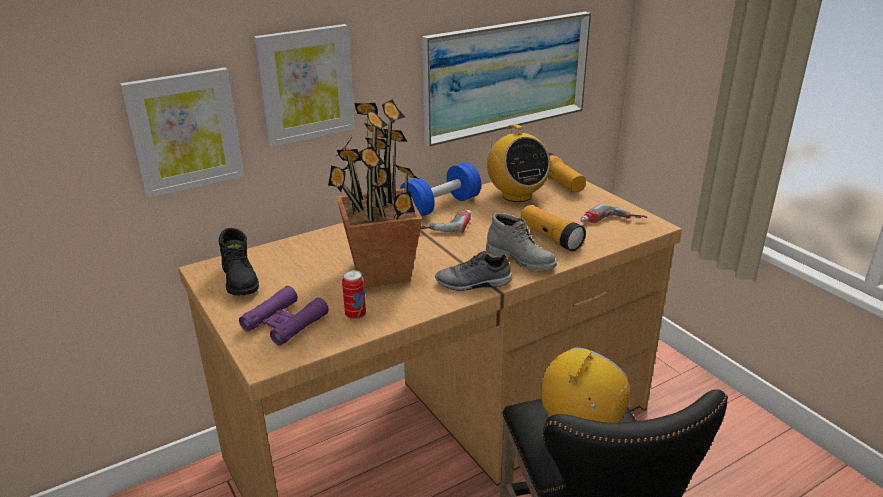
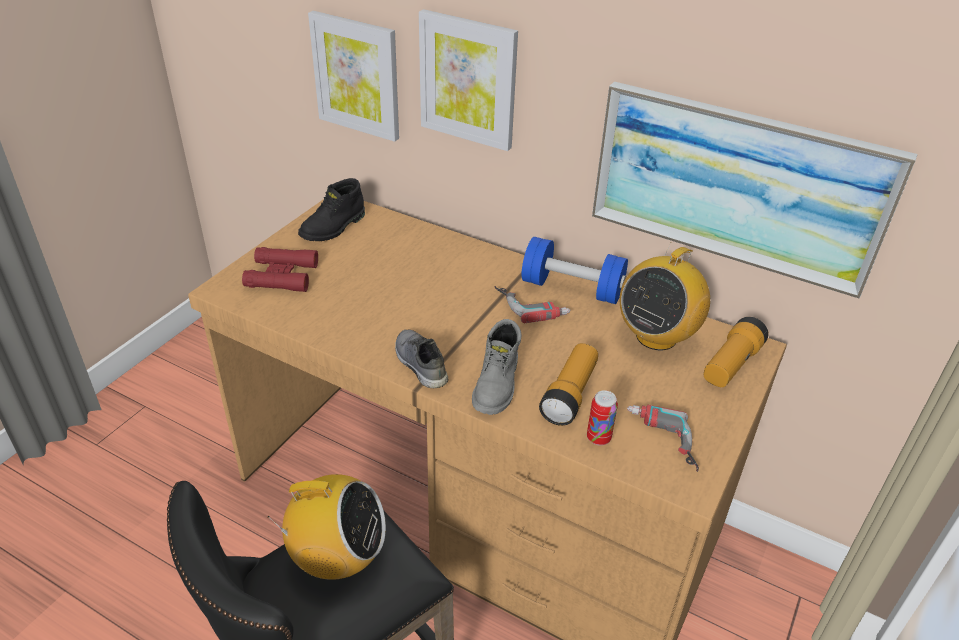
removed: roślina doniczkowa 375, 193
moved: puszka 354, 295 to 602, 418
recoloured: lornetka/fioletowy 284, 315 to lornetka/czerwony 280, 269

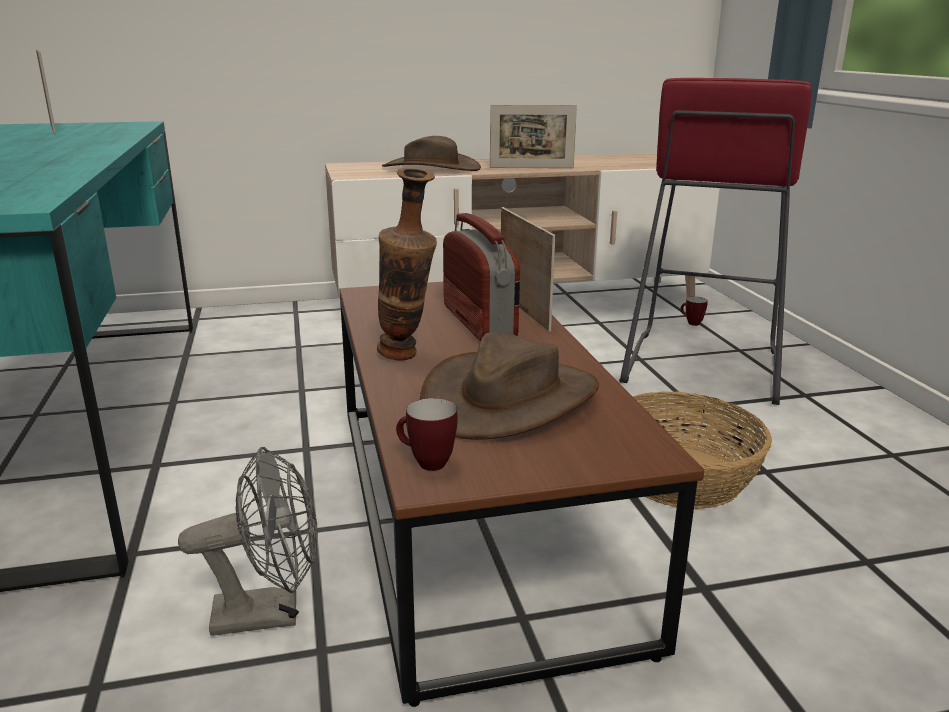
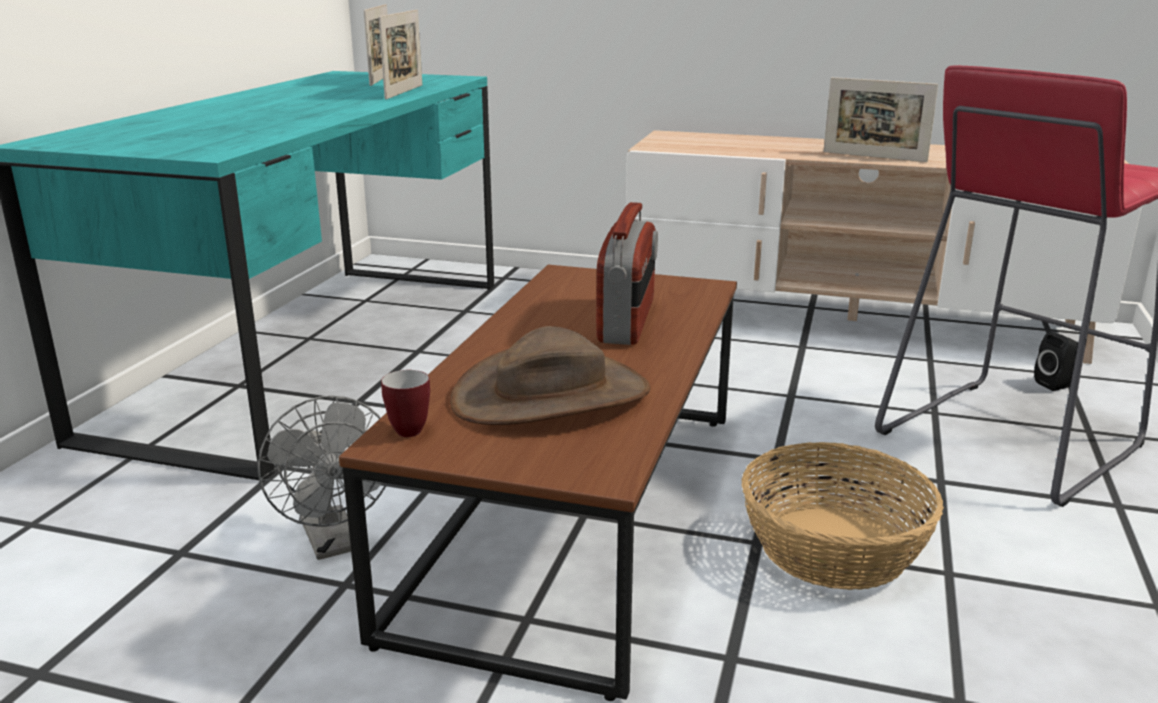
removed: wazon 407, 264; kapelusz/brązowy 431, 153
moved: ramka na zdjęcie 528, 269 to 400, 55
replaced: kubek 694, 311 to głośnik/czarny 1056, 361
turned: wentylator/szary 248, 541 = 322, 478 45 degrees clockwise

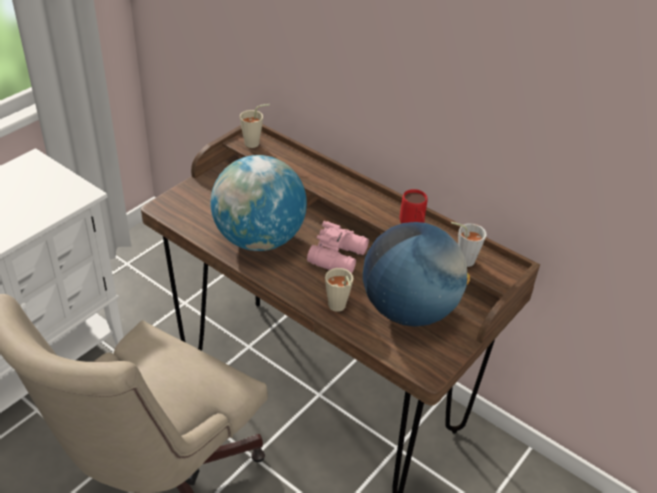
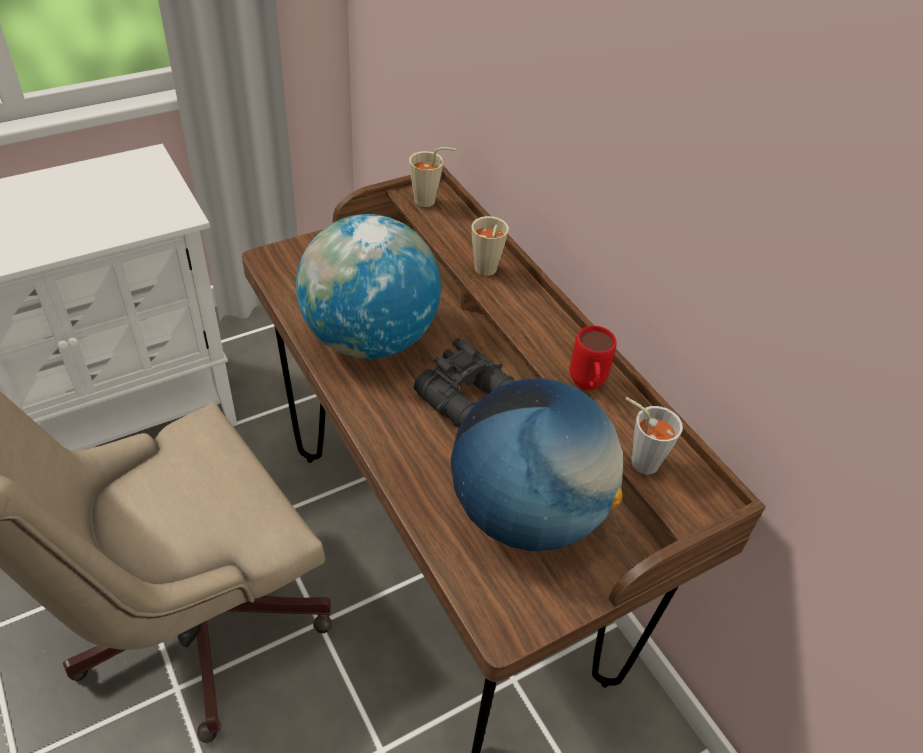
moved: filiżanka/beżowy 339, 290 to 490, 246
recoloured: lornetka/różowy 338, 247 to lornetka/czarny 464, 383

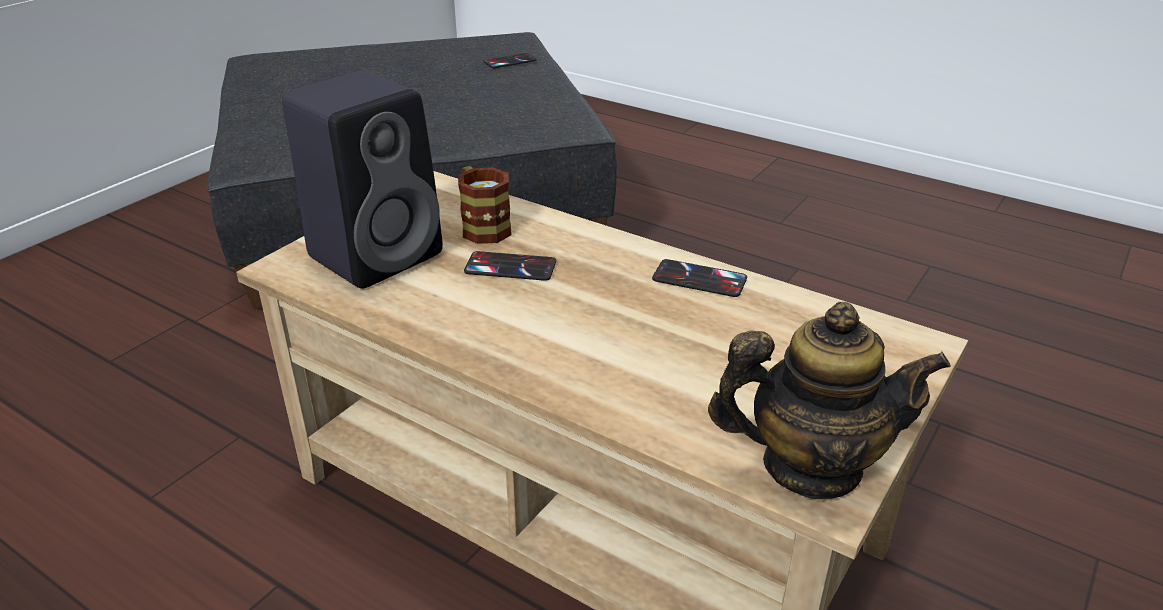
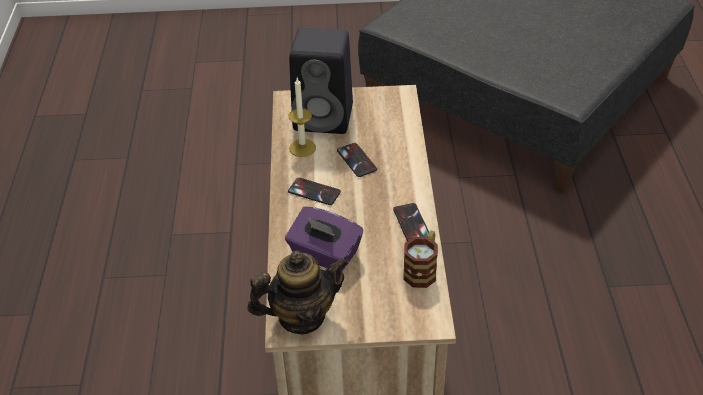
added: pudełko chusteczek/fioletowy 324, 239; świeca 302, 117
moved: telefon 510, 60 to 314, 191; kubek 485, 205 to 421, 259
turned: imbryk 829, 400 = 298, 292 75 degrees counterclockwise

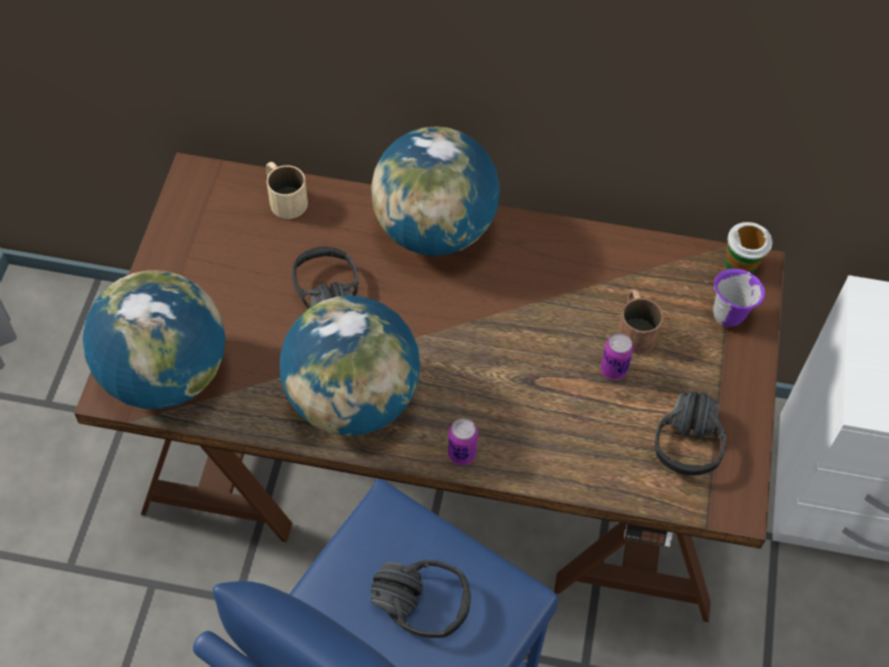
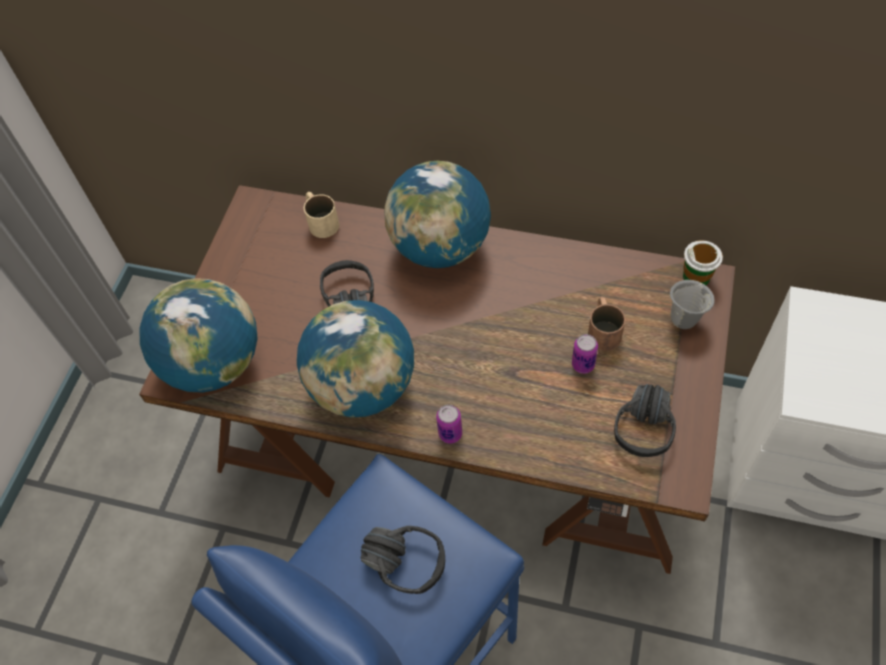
recoloured: kubek/fioletowy 739, 297 to kubek/szary 692, 304

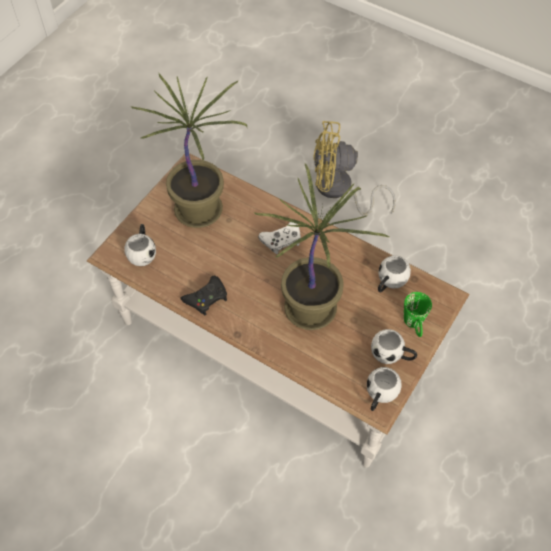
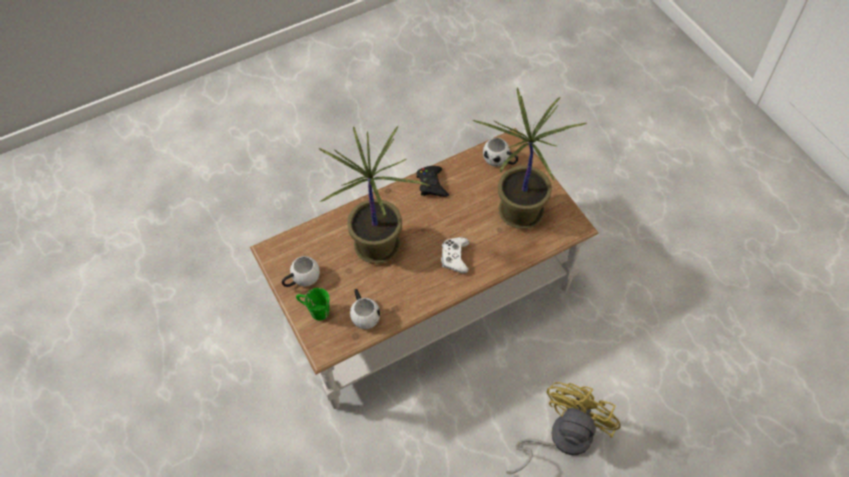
removed: kubek/biały 384, 389

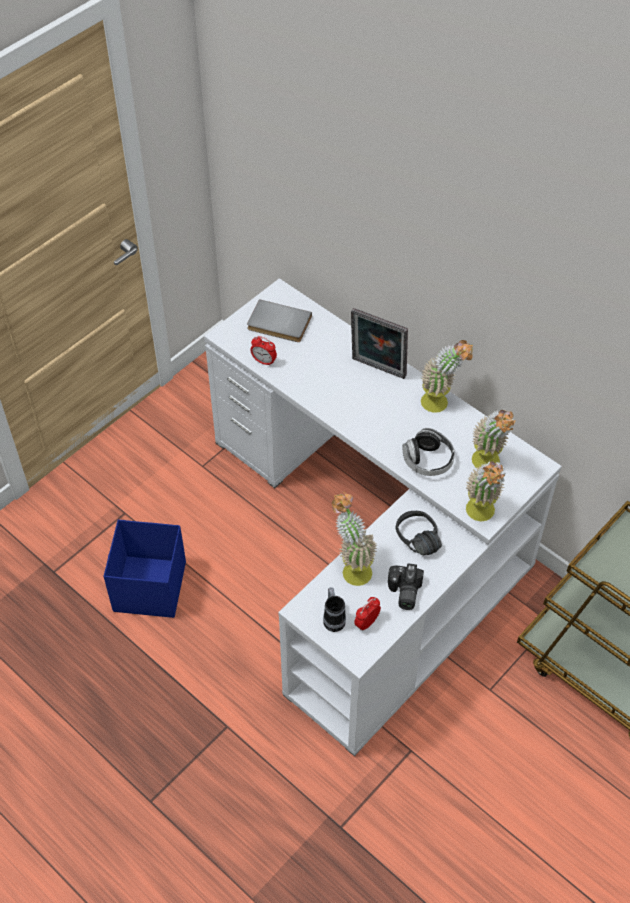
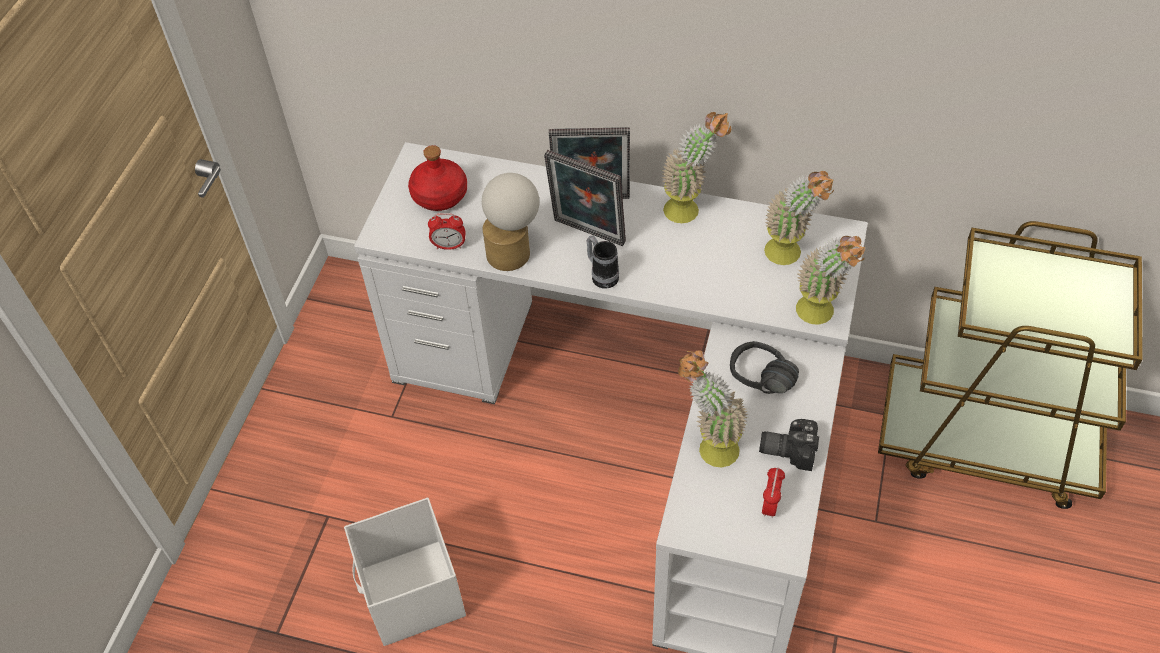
removed: słuchawki 428, 452
added: lampa stołowa 510, 222; ramka na zdjęcie 585, 198
moved: kubek 334, 609 to 602, 262
replaced: książka/szary 279, 320 to butelka/czerwony 437, 178
recoloured: pojemnik do przechowywania/niebieski 145, 568 to pojemnik do przechowywania/biały 405, 571
turned: aparat fotograficzny 406, 586 = 789, 445 120 degrees clockwise

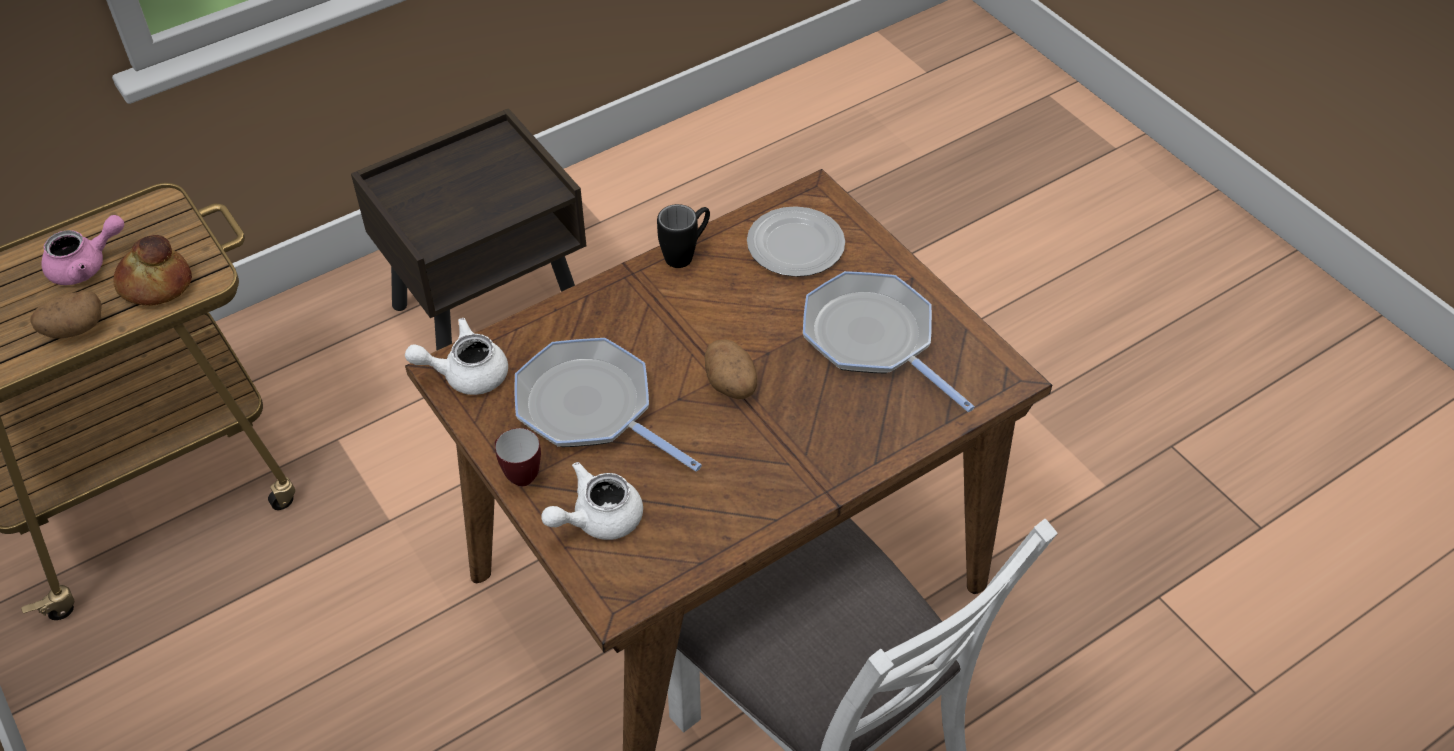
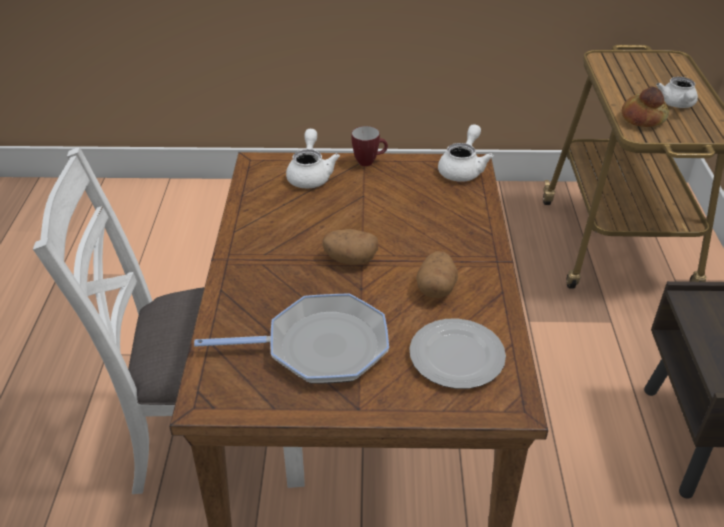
removed: patelnia 608, 405; kubek/czarny 683, 236
moved: ziemniak 66, 315 to 437, 274
recoloured: imbryk/różowy 82, 250 to imbryk/biały 677, 92

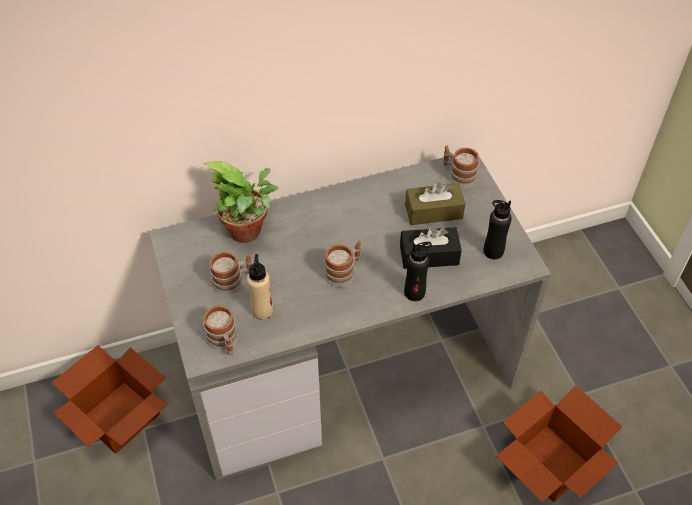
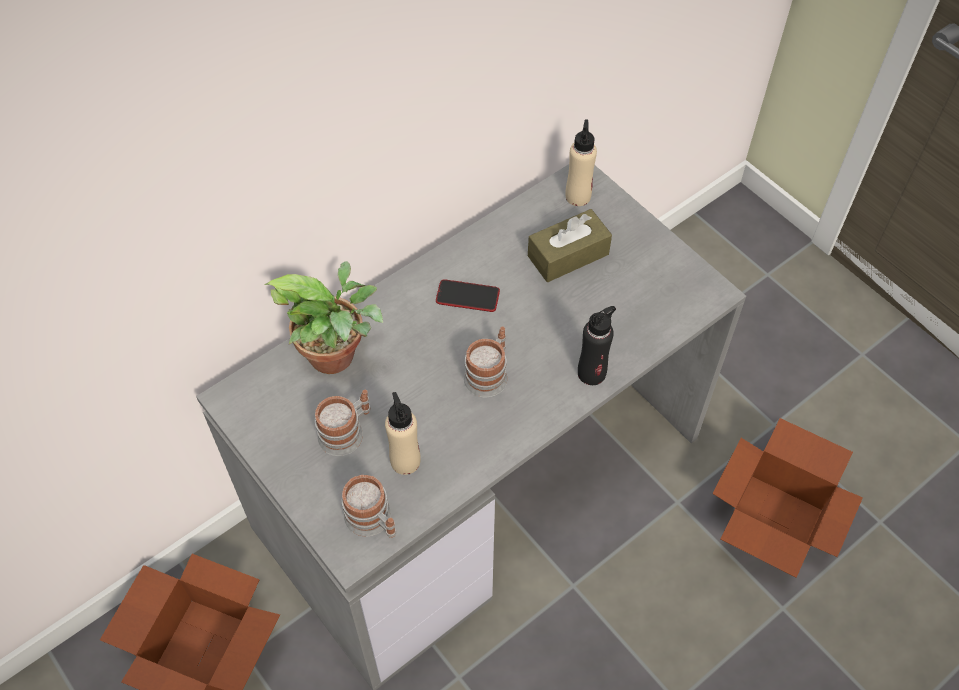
removed: pudełko chusteczek/czarny 431, 247; butelka/czarny 497, 229
added: telefon 468, 295
replaced: kubek 461, 166 to butelka/beżowy 581, 162

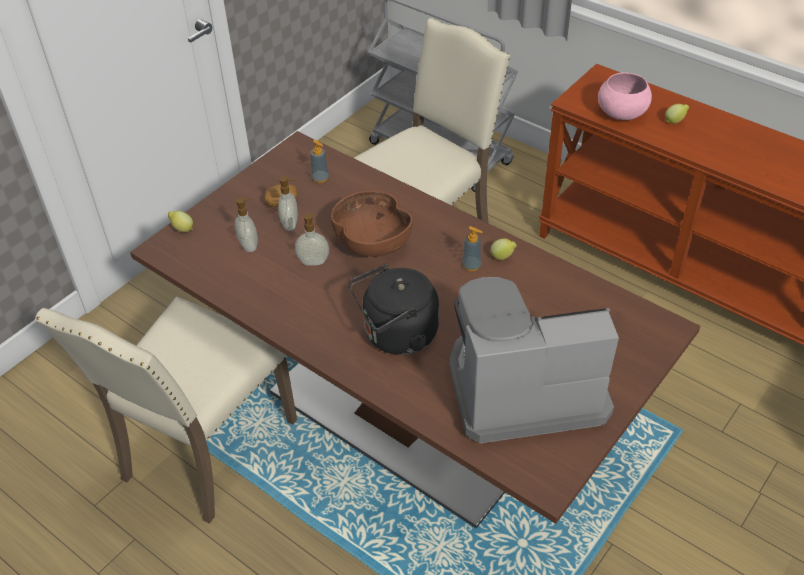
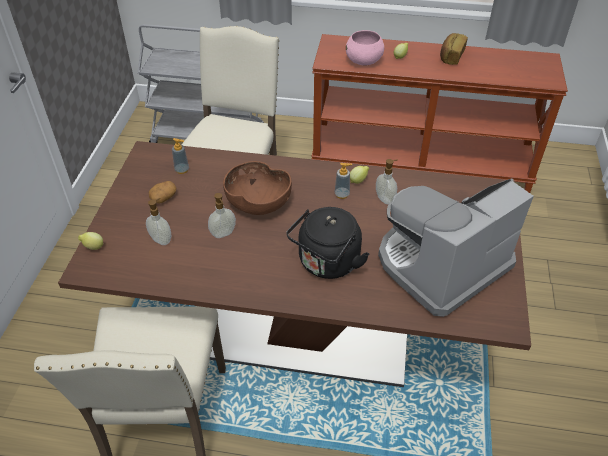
added: chleb 454, 49
moved: dozownik mydła 288, 203 to 386, 182

